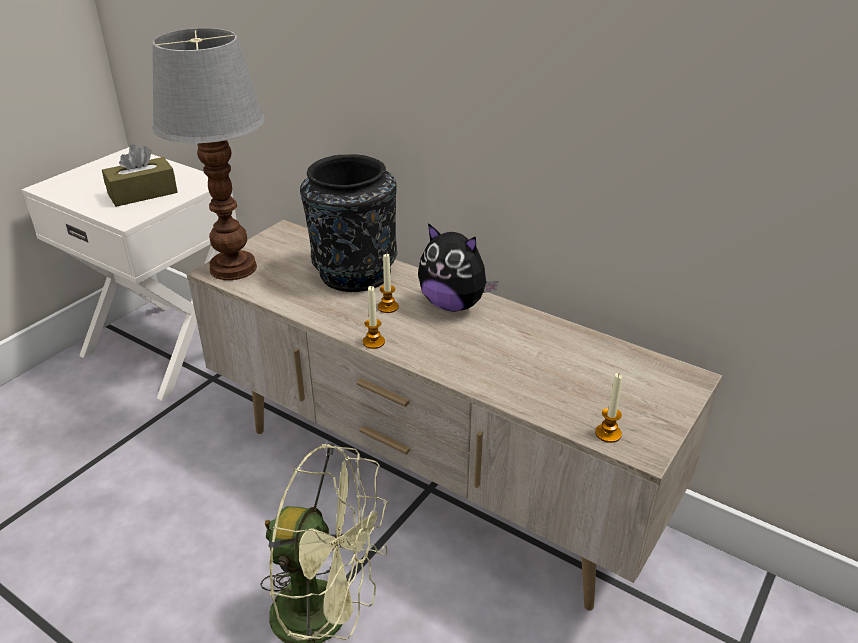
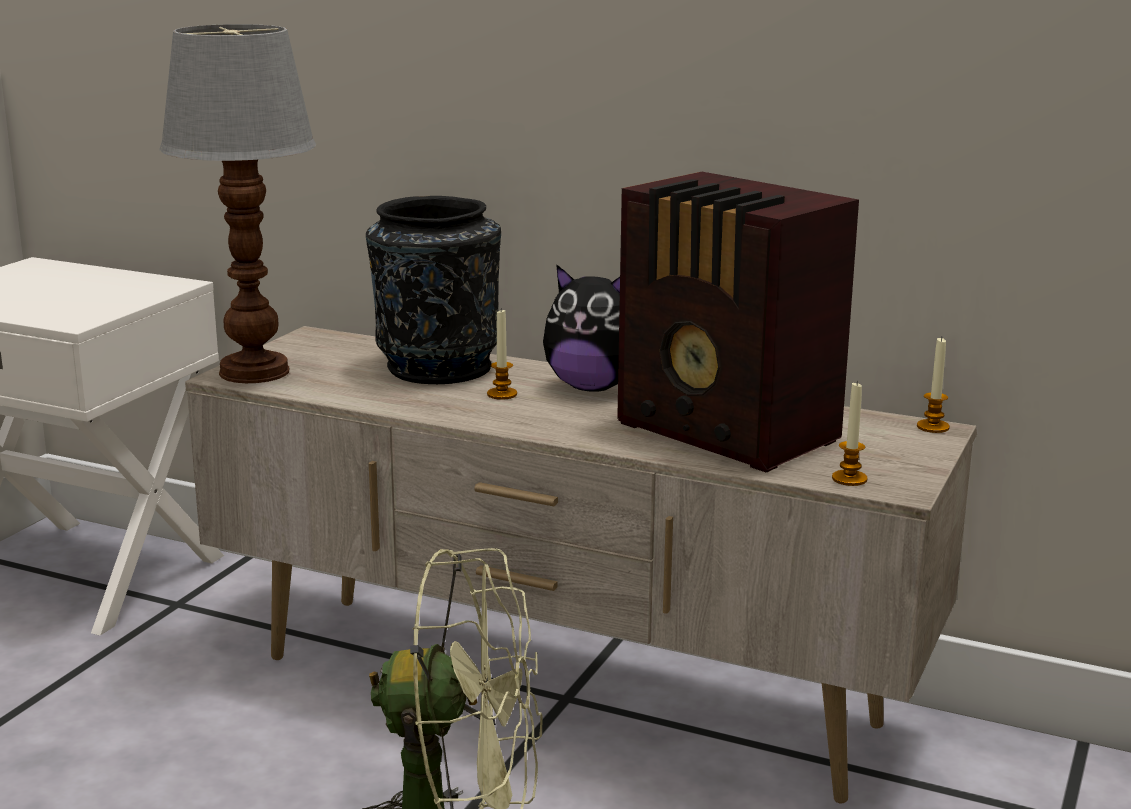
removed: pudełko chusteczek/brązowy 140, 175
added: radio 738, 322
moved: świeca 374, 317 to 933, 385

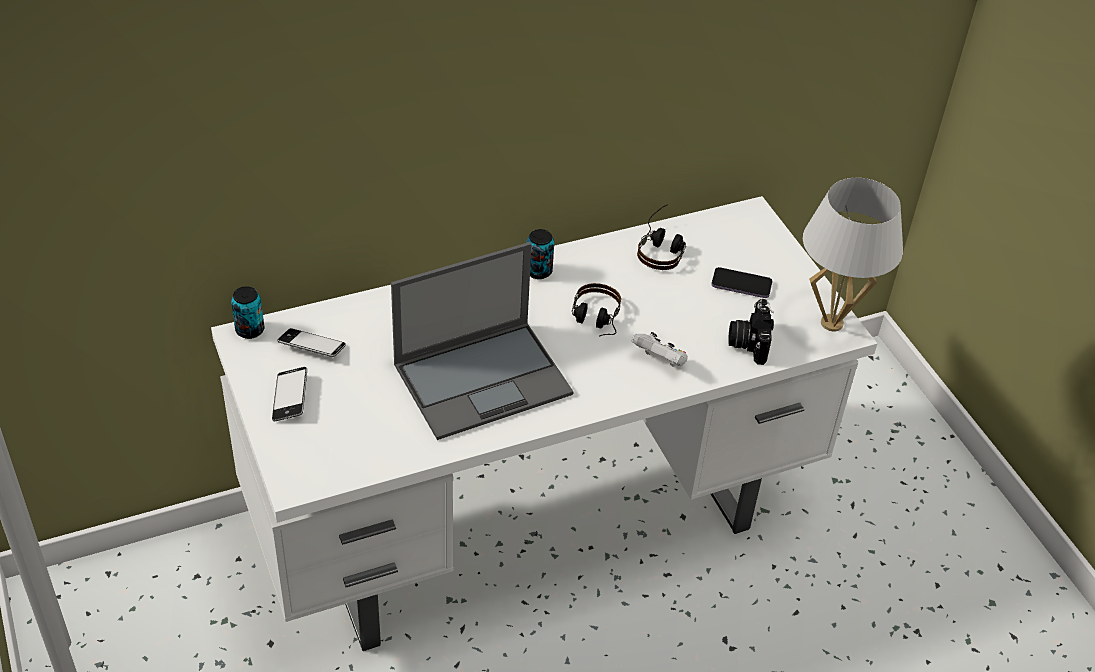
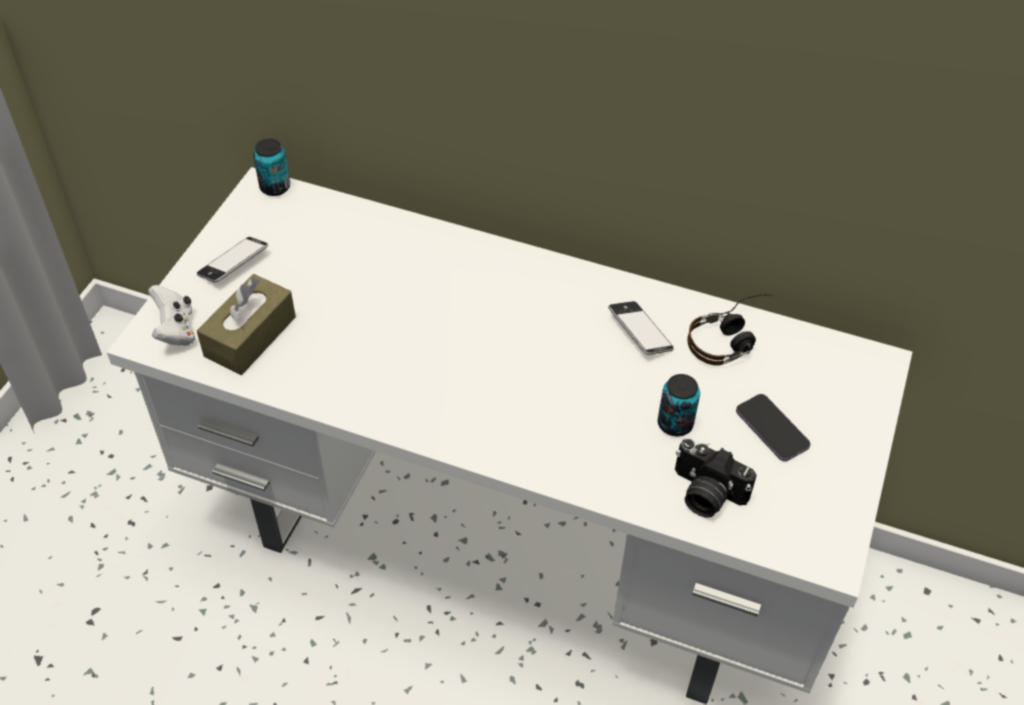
removed: laptop 482, 341; słuchawki 596, 310; lampa stołowa/biały 853, 254
added: pudełko chusteczek/brązowy 246, 324
moved: pad do gier/biały 660, 349 to 171, 315; telefon 312, 342 to 641, 328; puszka 540, 254 to 679, 405
turned: aparat fotograficzny 751, 332 = 716, 478 105 degrees counterclockwise

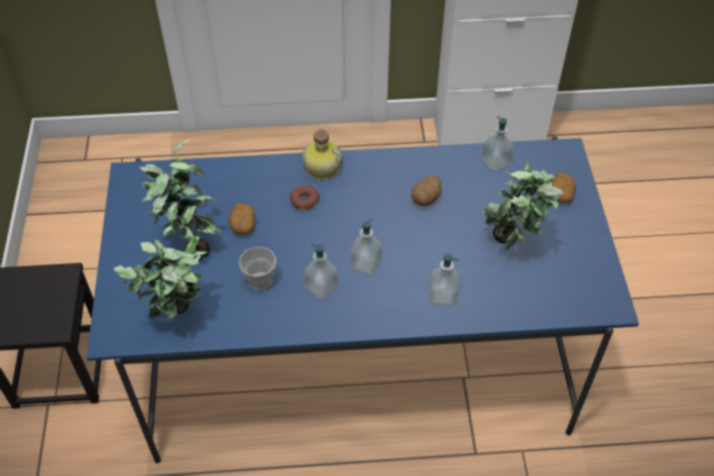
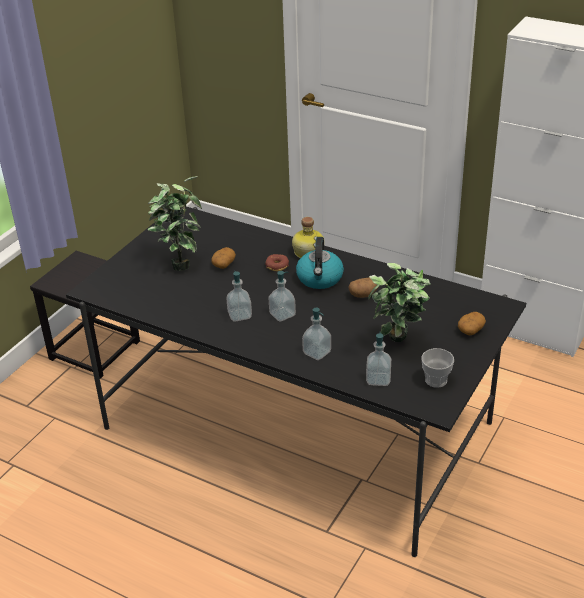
removed: roślina doniczkowa 161, 278
added: czajnik 320, 263
moved: dozownik mydła 497, 143 to 378, 359; filiżanka 257, 269 to 437, 368
recoloured: stół jadalny/niebieski 363, 299 to stół jadalny/czarny 296, 382

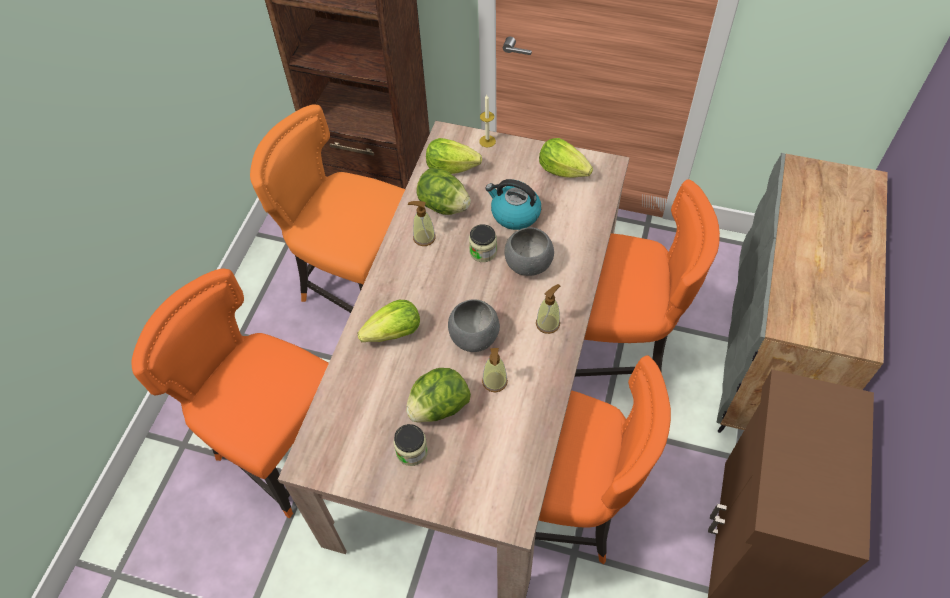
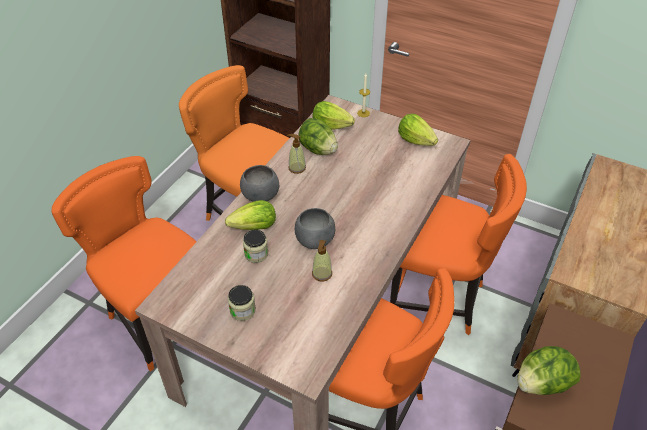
removed: czajnik 513, 204; dozownik mydła 548, 309
moved: miska/szary 529, 251 to 259, 183; słoik 483, 243 to 255, 246; sałata 438, 395 to 549, 370

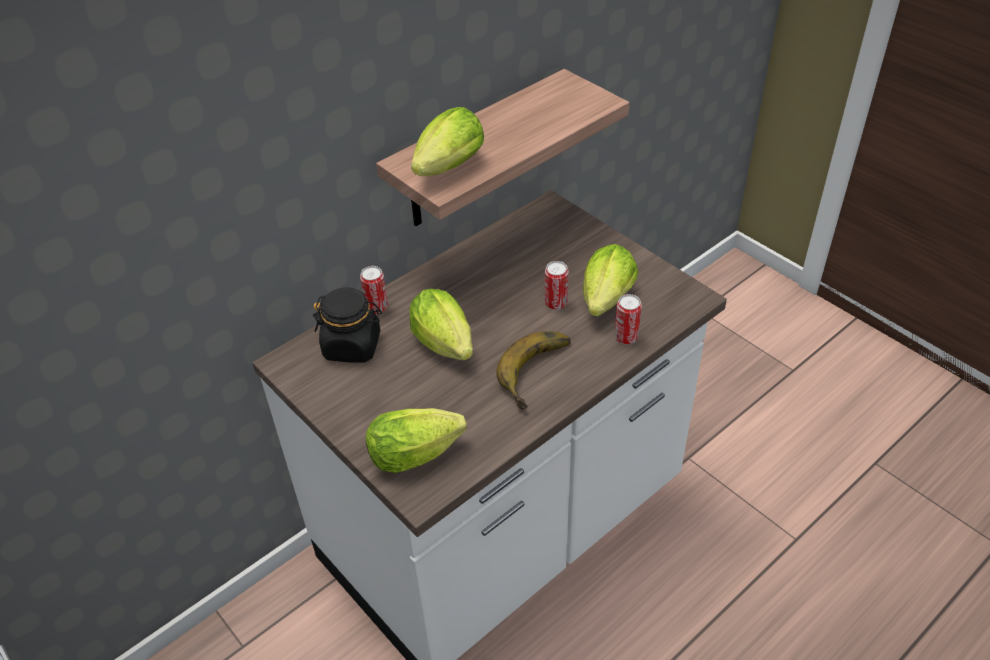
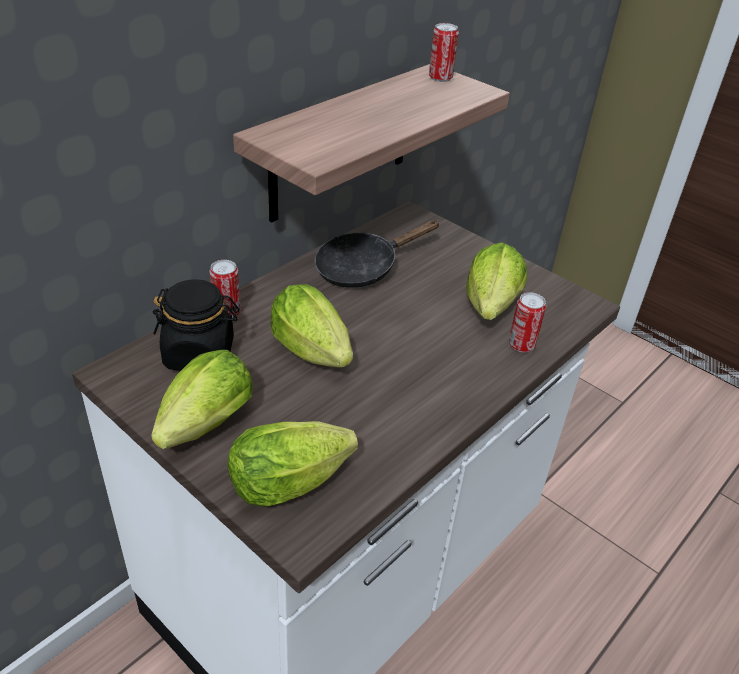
removed: banan 533, 370
added: patelnia/czarny 377, 254
moved: sałata 447, 141 to 202, 399; puszka 557, 285 to 444, 52

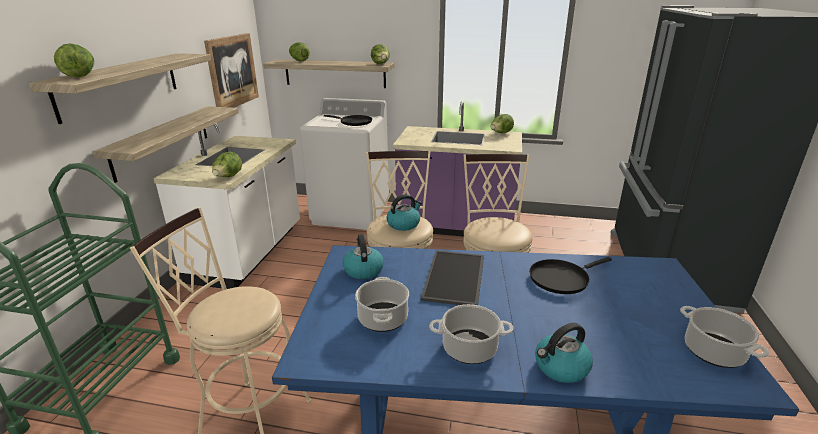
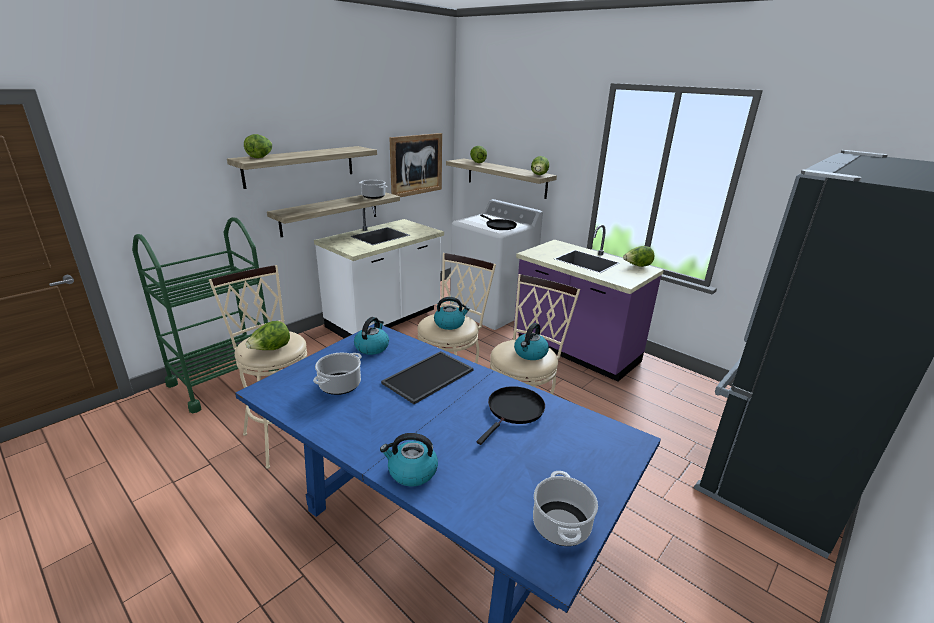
added: czajnik 531, 341
moved: sałata 227, 164 to 267, 335; garnek 471, 334 to 373, 189
turned: patelnia/czarny 570, 275 = 511, 415 120 degrees clockwise

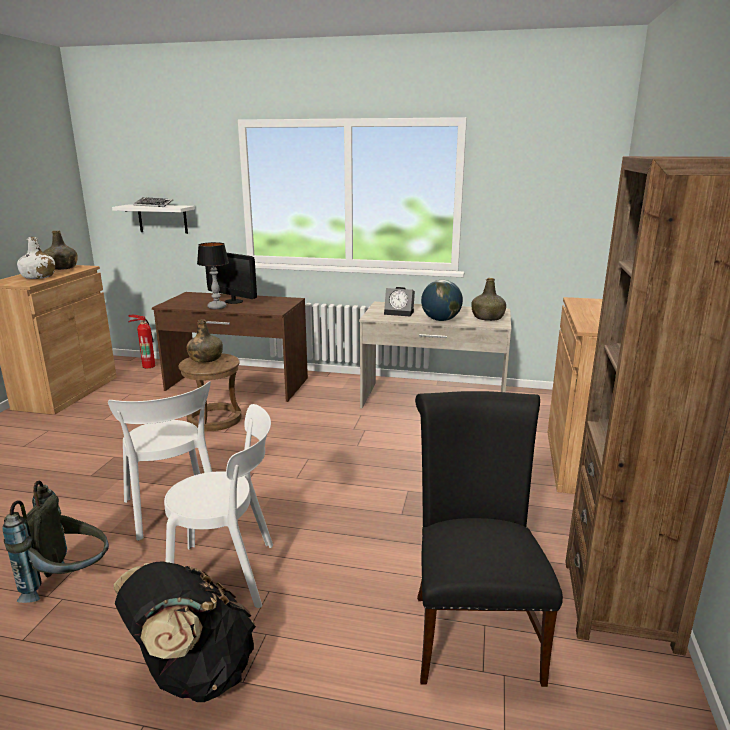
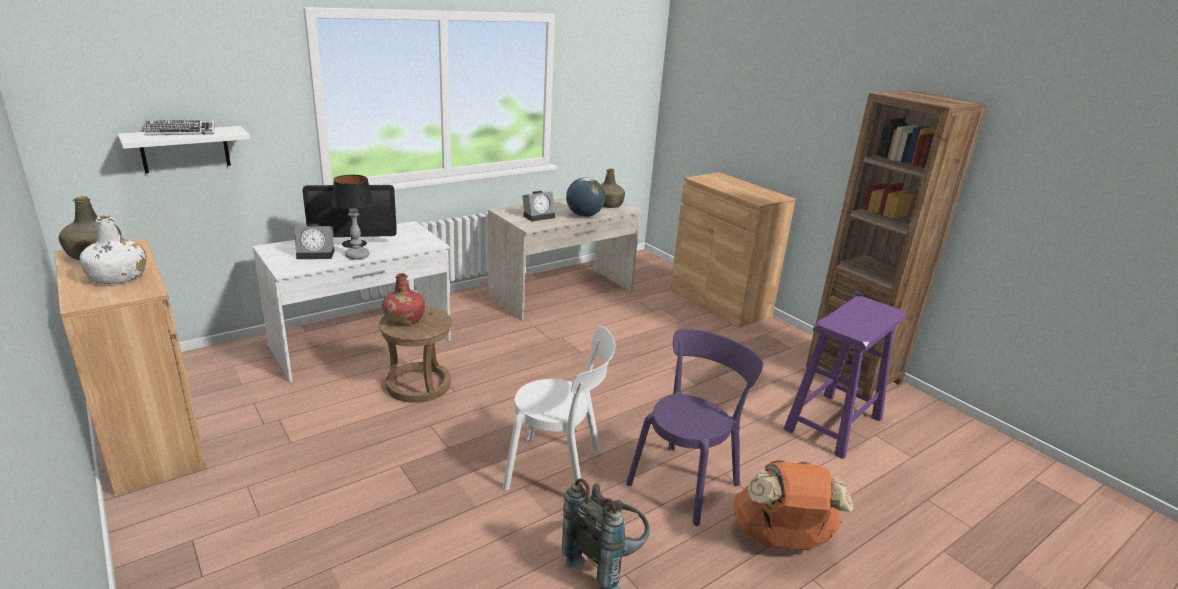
removed: gaśnica 141, 341
added: budzik 315, 241
replaced: krzesło/czarny 489, 539 to stołek/fioletowy 844, 377
recoloured: biurko/brązowy 230, 347 to biurko/biały 352, 301; butelka/zielony 205, 341 to butelka/czerwony 403, 299; krzesło/biały 218, 506 to krzesło/fioletowy 694, 427; plecak/czarny 184, 631 to plecak/pomarańczowy 793, 505

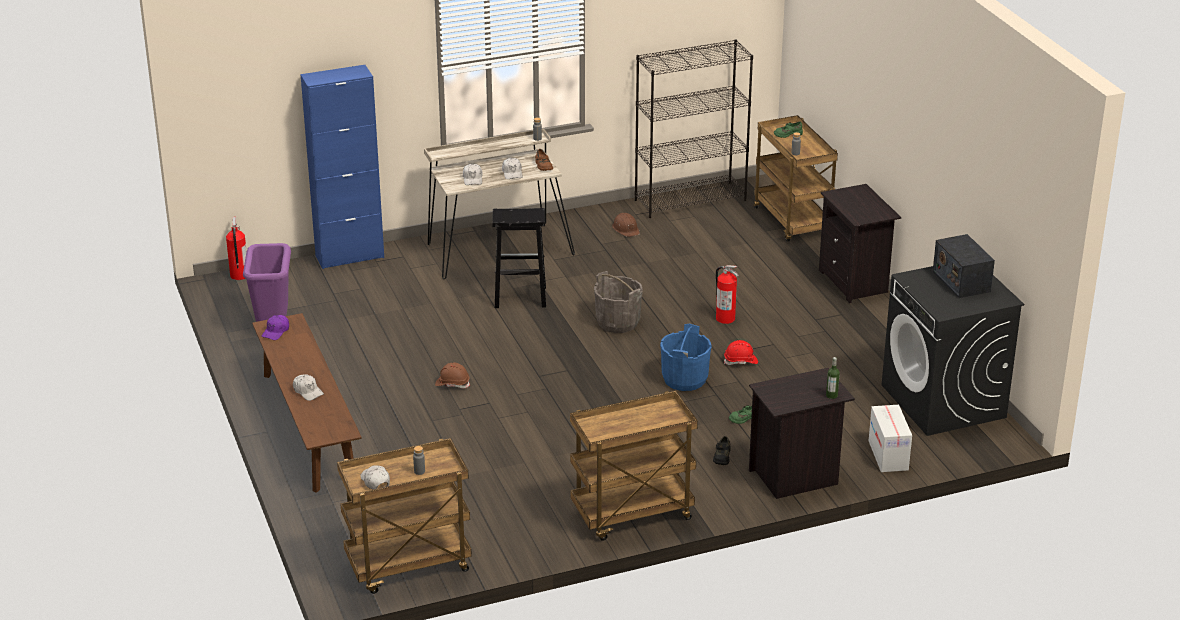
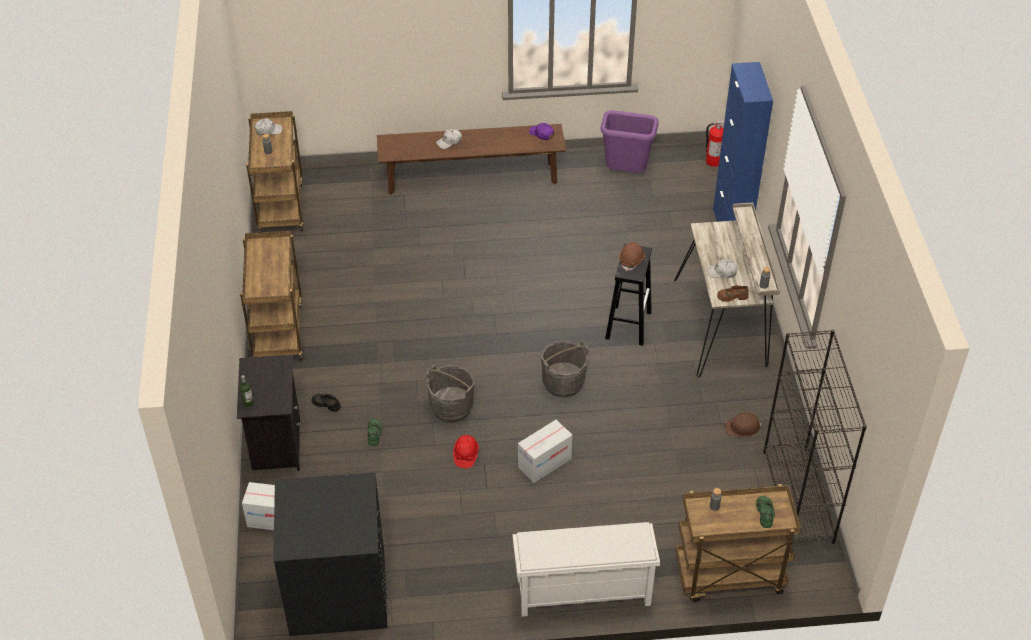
removed: czapka z daszkiem/biały 473, 174; radio 964, 266
moved: kask/brązowy 452, 375 to 632, 256
replaced: szafka nocna/czarny 860, 243 to regał na buty/biały 586, 569; gaśnica 727, 294 to karton 545, 451
recoloured: wiadro/niebieski 686, 357 to wiadro/szary 450, 394

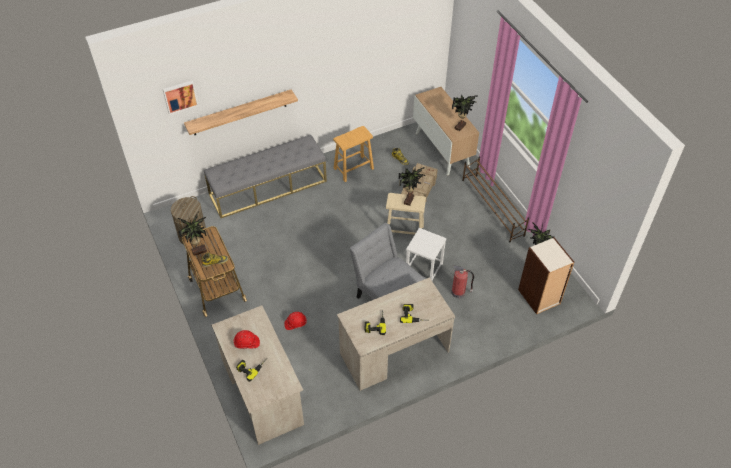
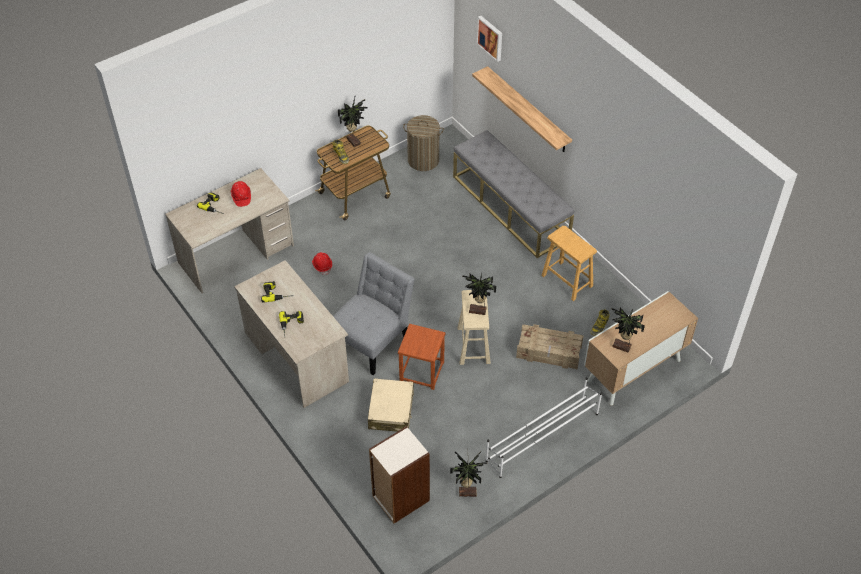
replaced: gaśnica 463, 282 to walizka/beżowy 391, 405
recoloured: stołek/biały 426, 254 to stołek/brązowy 421, 357; regał na buty/brązowy 495, 199 to regał na buty/biały 543, 428

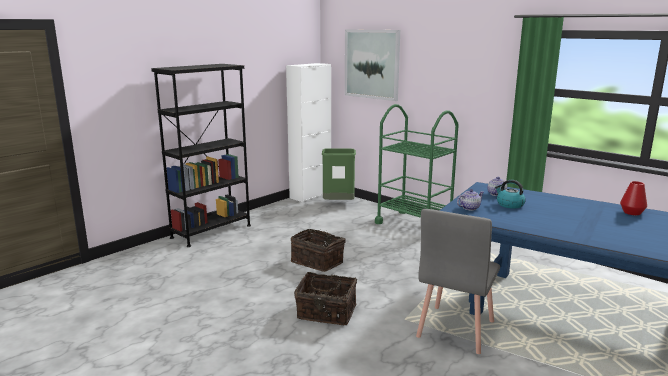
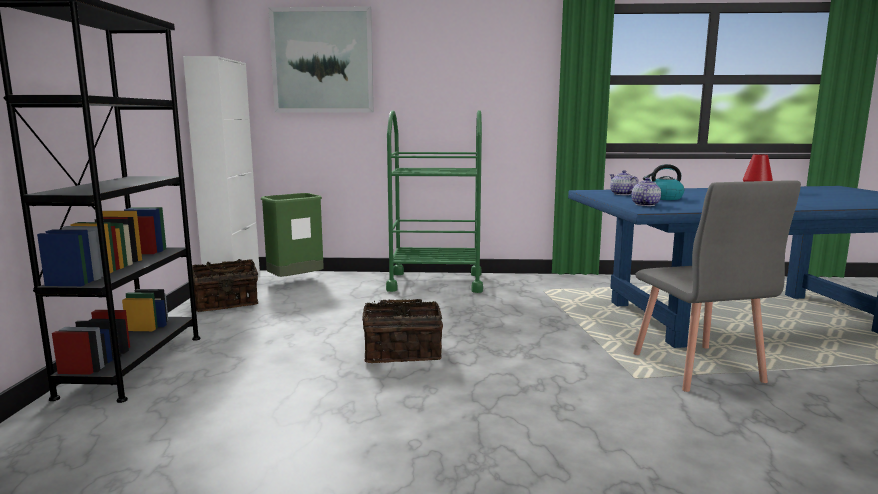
moved: koszyk 325, 298 to 225, 285

